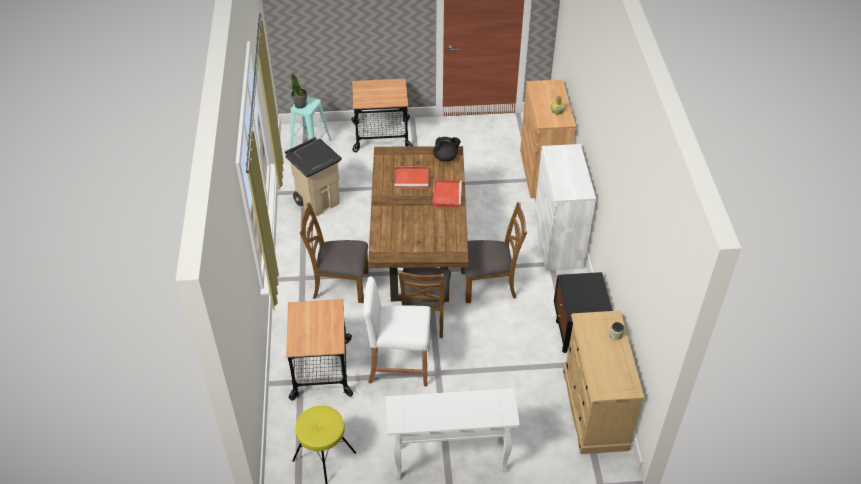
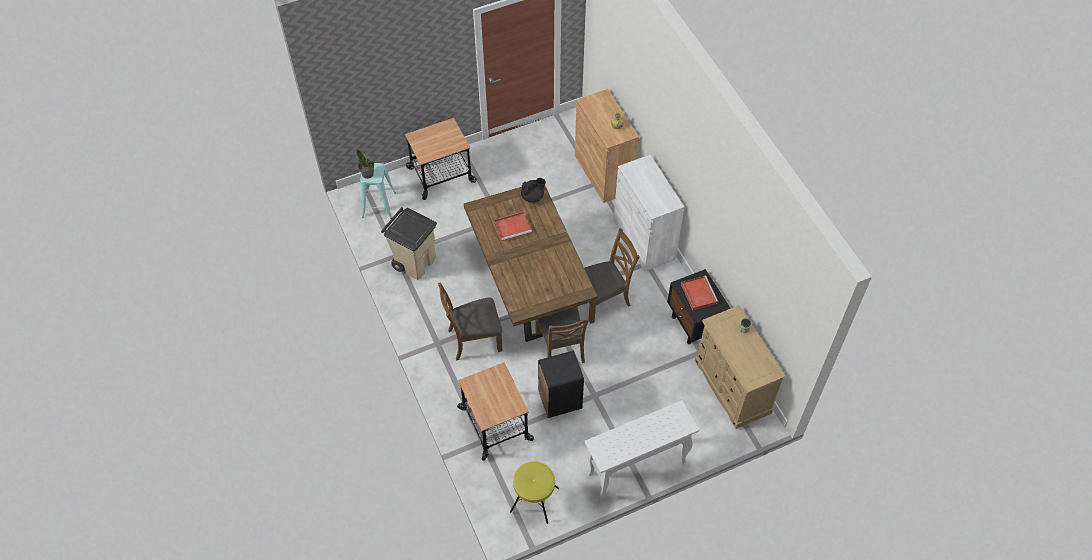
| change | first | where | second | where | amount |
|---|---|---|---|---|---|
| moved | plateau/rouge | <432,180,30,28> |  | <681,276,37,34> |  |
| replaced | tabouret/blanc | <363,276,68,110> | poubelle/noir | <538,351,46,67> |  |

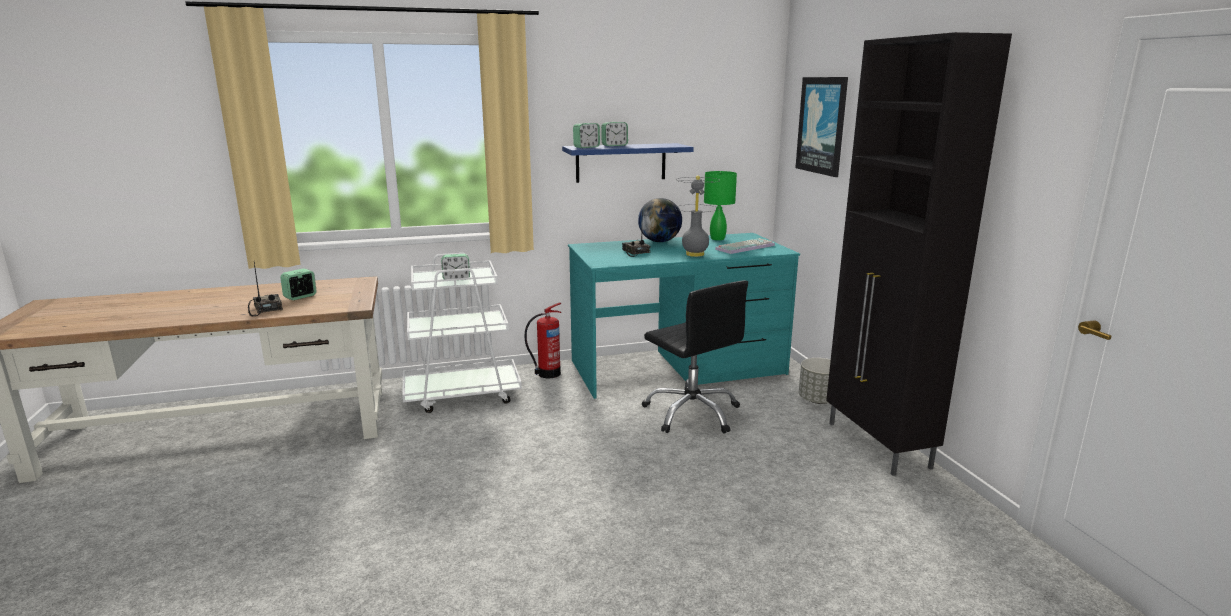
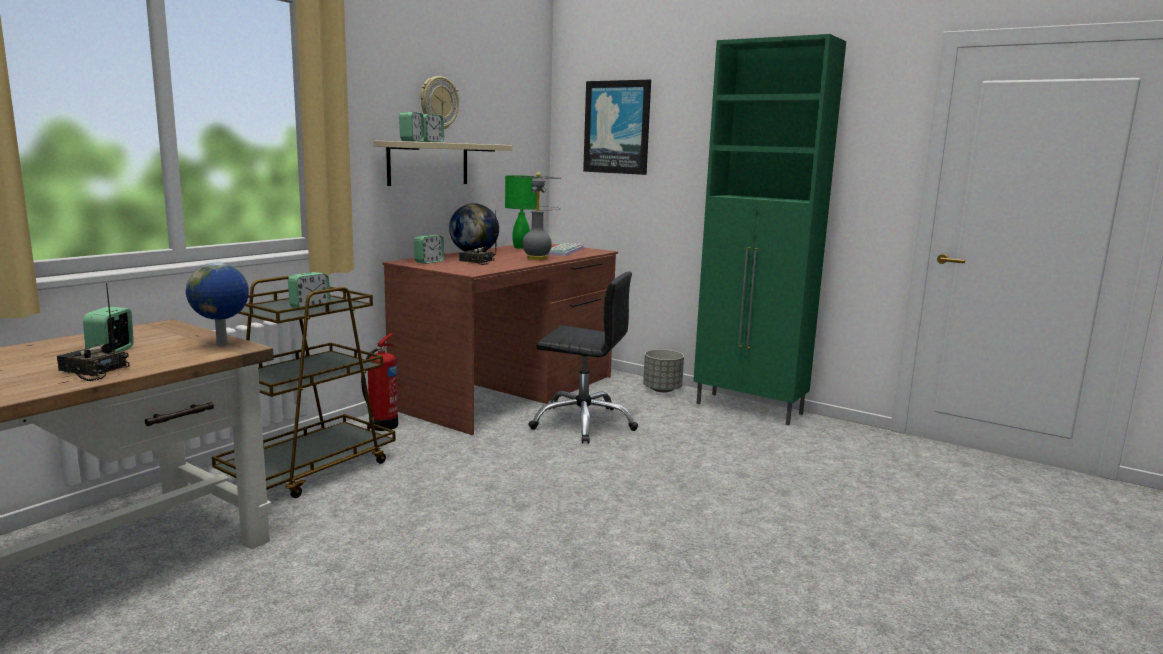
| change | first | where | second | where | amount |
|---|---|---|---|---|---|
| added |  |  | globe | <186,263,63,83> |  |
| added |  |  | réveil | <414,235,30,29> |  |
| added |  |  | horloge murale | <420,76,39,53> |  |
| recoloured | chariot/blanc | <402,253,120,160> | chariot/marron | <212,276,184,222> |  |
| recoloured | étagère/bleu | <562,143,132,40> | étagère/beige | <373,141,139,45> |  |
| recoloured | bureau/turquoise | <568,233,232,166> | bureau/marron | <383,244,235,191> |  |
| recoloured | meuble de rangement/noir | <826,32,186,444> | meuble de rangement/vert | <693,34,153,391> |  |

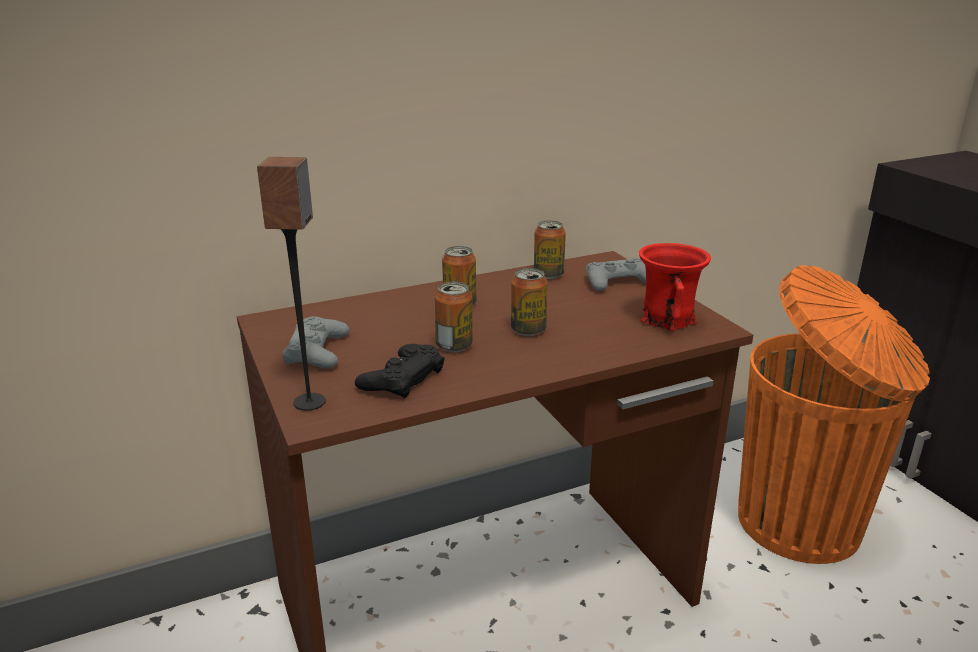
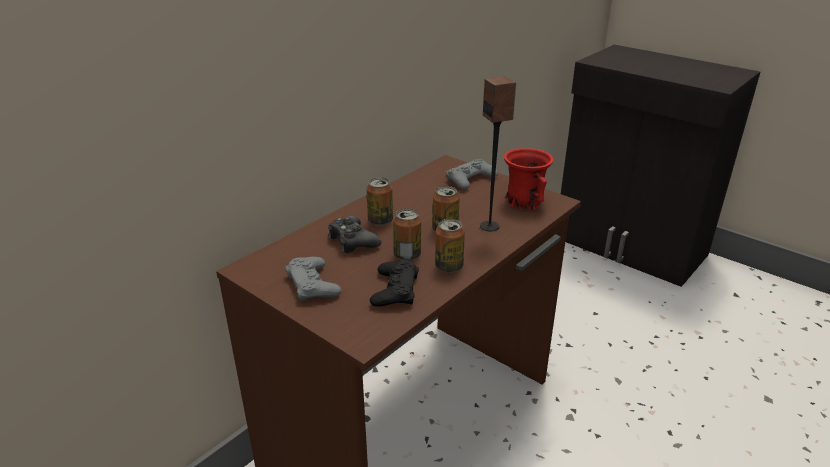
| change | first | where | second | where | amount |
|---|---|---|---|---|---|
| removed | poubelle/orange | <738,265,192,299> |  |  |  |
| added |  |  | manette/noir | <328,216,54,37> |  |
| moved | enceinte | <257,157,69,254> |  | <480,76,36,155> |  |
| moved | boîte métallique | <534,220,32,59> |  | <435,219,30,54> |  |

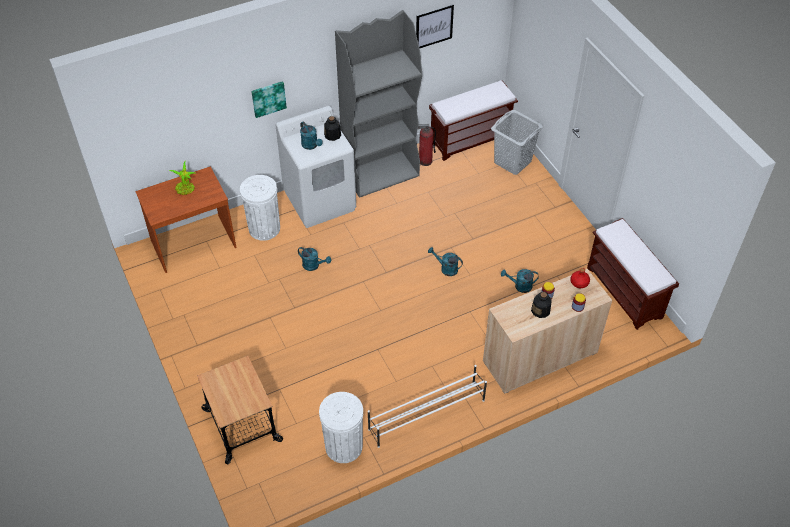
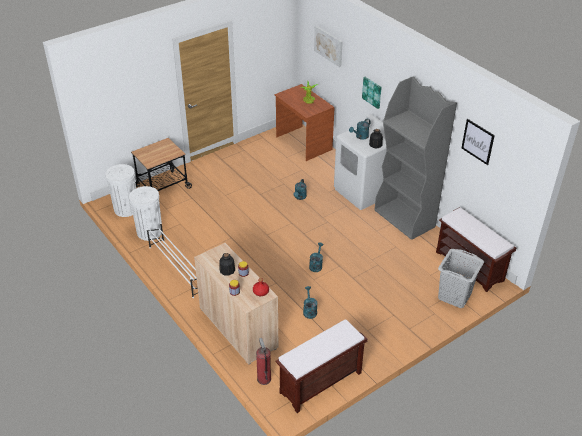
| change | first | where | second | where | amount |
|---|---|---|---|---|---|
| added |  |  | tableau | <314,25,29,42> |  |
| moved | poubelle/blanc | <240,175,40,66> |  | <105,164,31,53> |  |
| moved | extincteur | <418,124,18,42> |  | <256,338,15,47> |  |

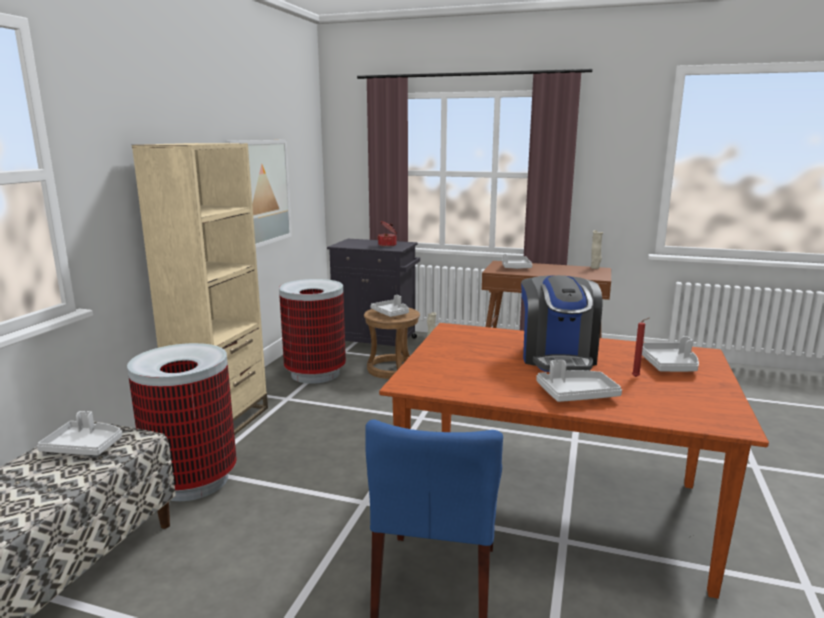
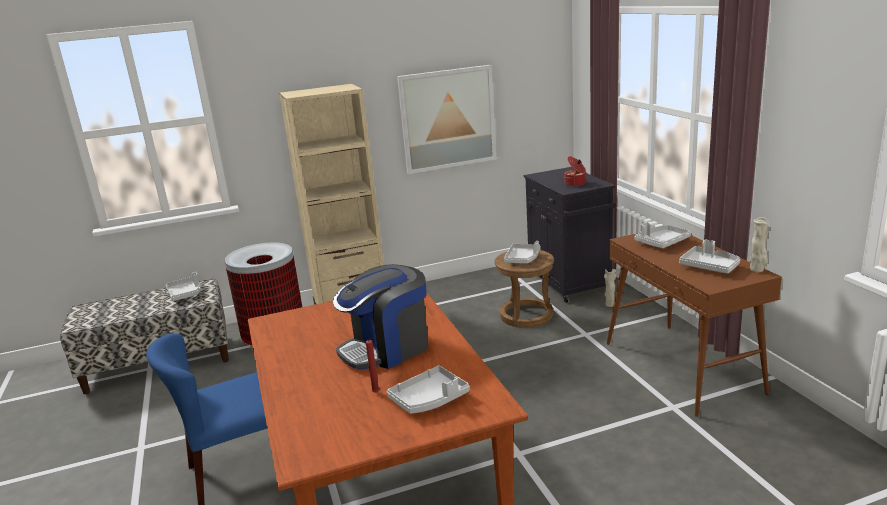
| change | first | where | second | where | amount |
|---|---|---|---|---|---|
| removed | poubelle | <279,279,67,105> |  |  |  |
| moved | plateau/gris | <536,360,86,42> |  | <679,239,61,35> |  |

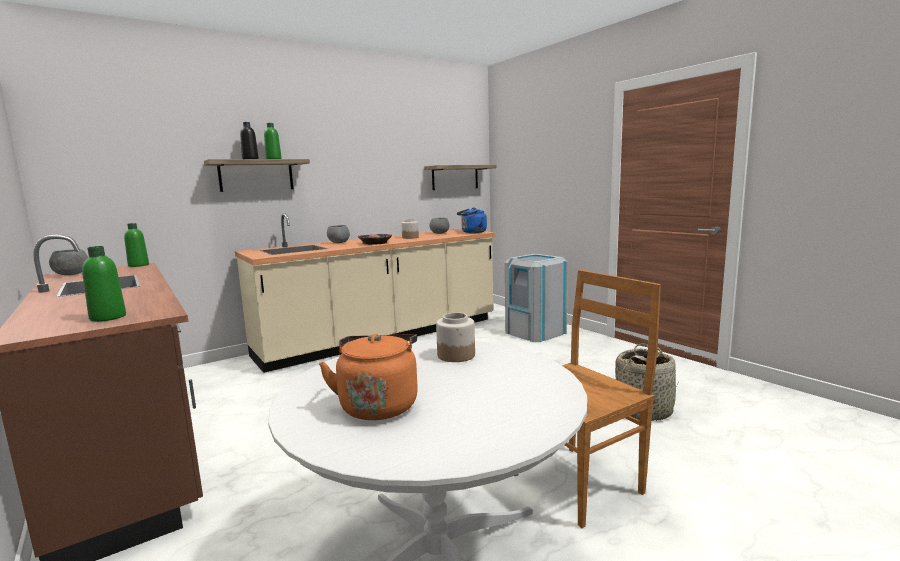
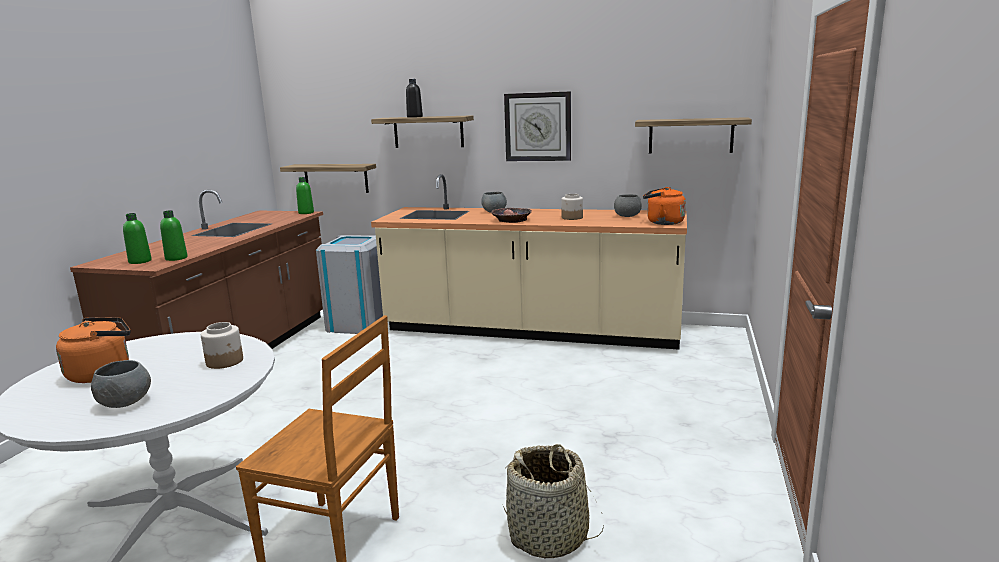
| change | first | where | second | where | amount |
|---|---|---|---|---|---|
| added |  |  | étagère | <280,164,96,29> |  |
| added |  |  | horloge murale | <504,91,67,70> |  |
| moved | bol/gris | <49,249,39,26> |  | <91,360,60,48> |  |
| moved | bouteille/vert | <264,123,18,36> |  | <160,210,28,51> |  |
| moved | poubelle/gris | <505,254,63,88> |  | <316,235,73,99> |  |
| recoloured | bouilloire/bleu | <457,208,30,25> | bouilloire/orange | <643,187,43,38> |  |

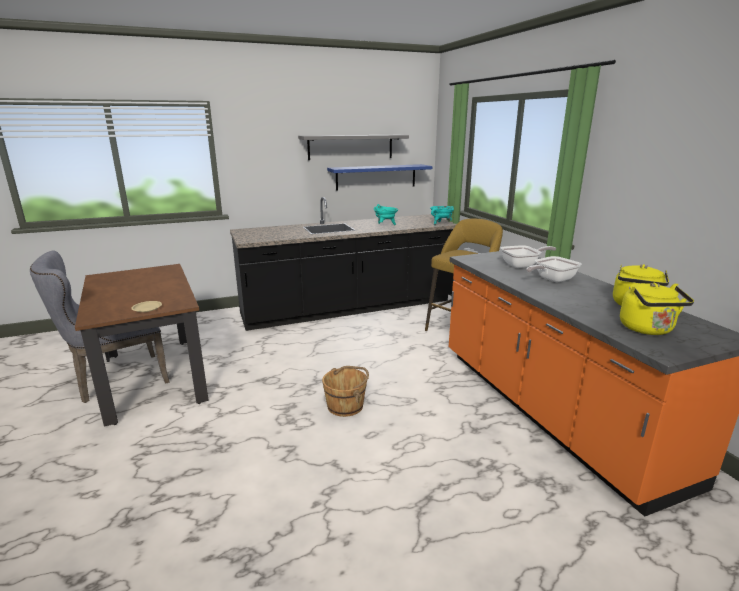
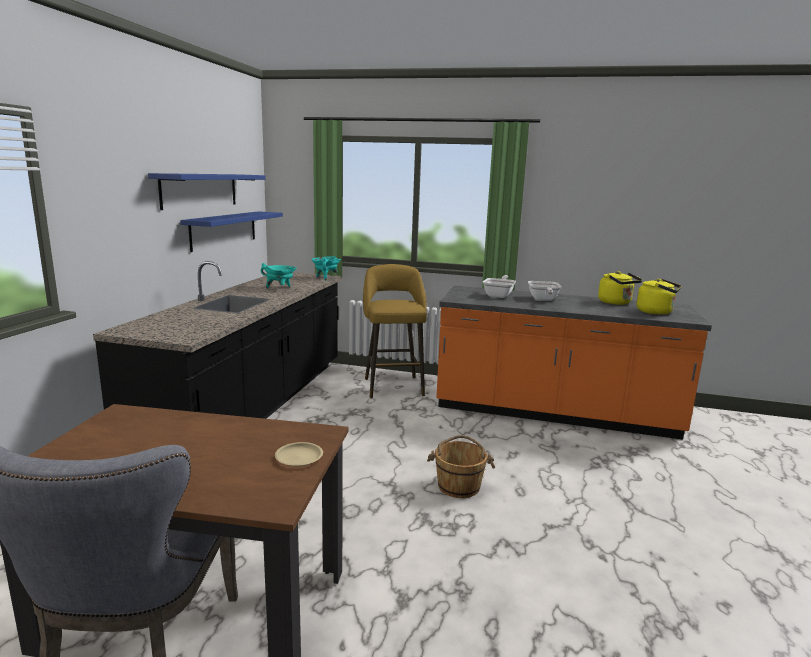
| change | first | where | second | where | amount |
|---|---|---|---|---|---|
| recoloured | étagère/gris | <298,135,111,25> | étagère/bleu | <148,173,118,37> |  |

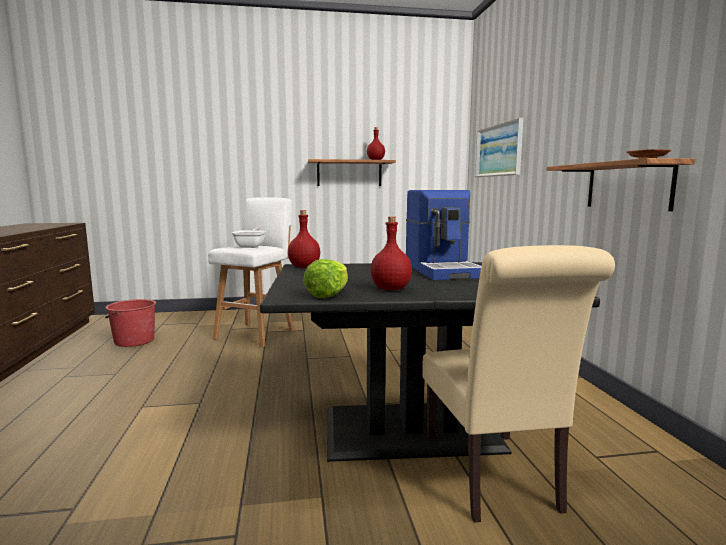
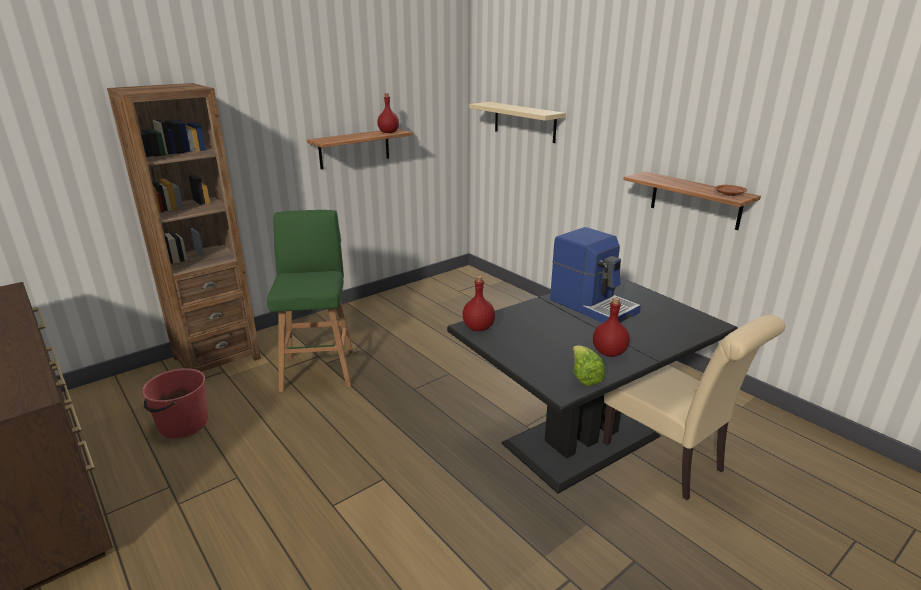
| change | first | where | second | where | amount |
|---|---|---|---|---|---|
| removed | poêle | <232,228,34,20> |  |  |  |
| added |  |  | bibliothèque/marron | <107,83,154,289> |  |
| replaced | tableau | <475,118,49,59> | étagère/beige | <469,102,97,41> |  |
| recoloured | tabouret/blanc | <208,197,86,150> | tabouret/vert | <267,210,87,182> |  |

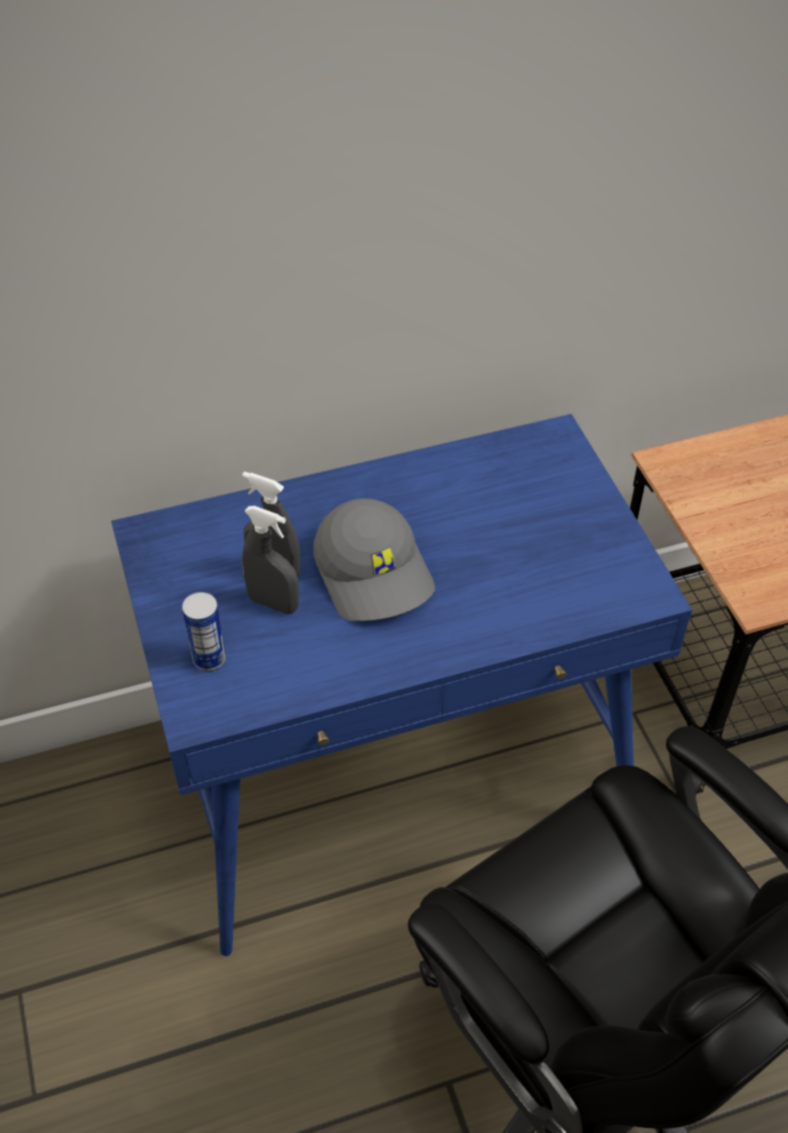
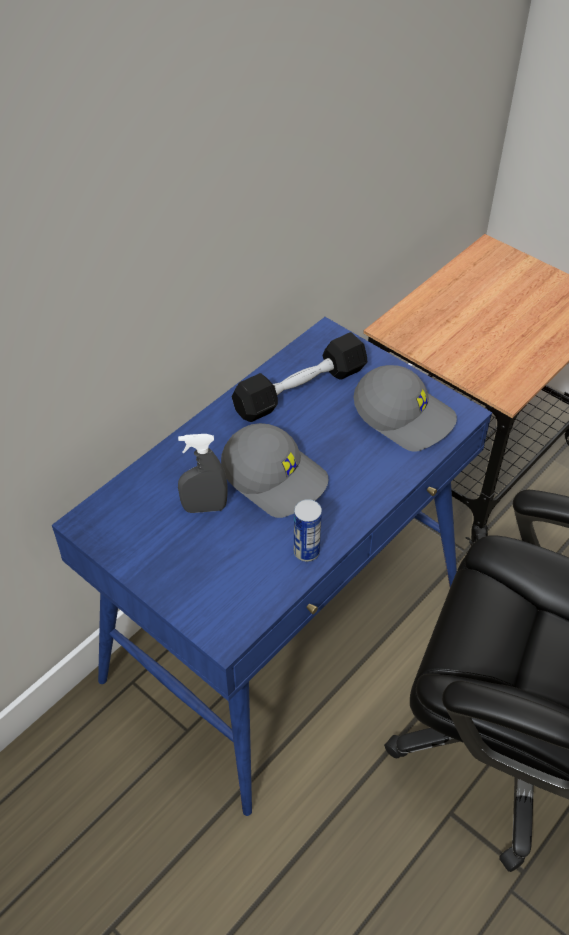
| change | first | where | second | where | amount |
|---|---|---|---|---|---|
| removed | vaporisateur/gris | <242,506,57,108> |  |  |  |
| added |  |  | haltère/noir | <232,332,135,90> |  |
| added |  |  | casquette/gris | <354,365,103,87> |  |
| moved | boîte métallique | <182,592,44,80> |  | <294,499,28,63> |  |

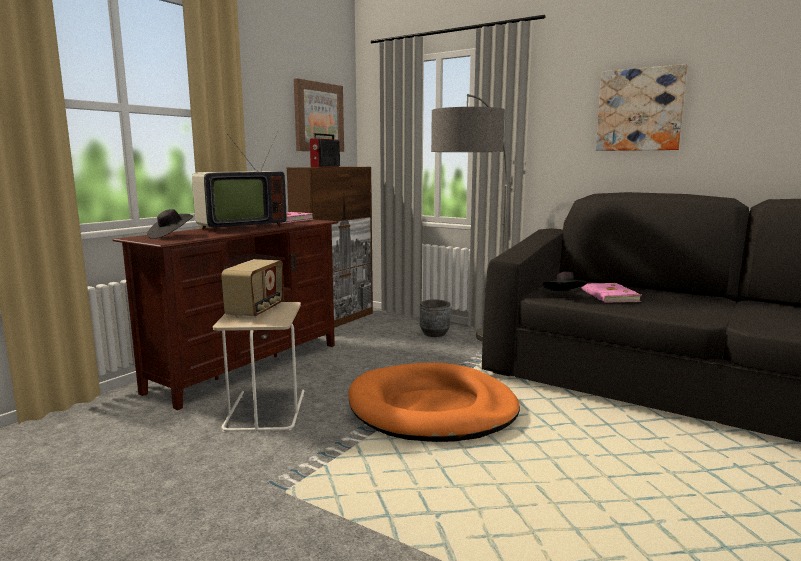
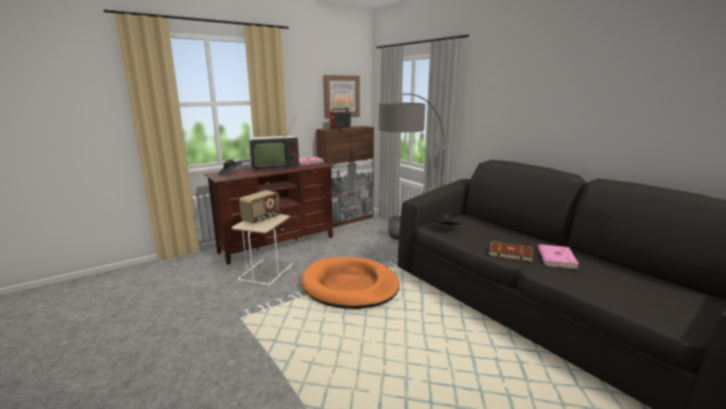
| change | first | where | second | where | amount |
|---|---|---|---|---|---|
| removed | tableau | <596,64,92,87> |  |  |  |
| added |  |  | livre/marron | <488,241,45,21> |  |
| moved | livre/rose | <582,283,59,20> |  | <538,244,41,25> |  |

